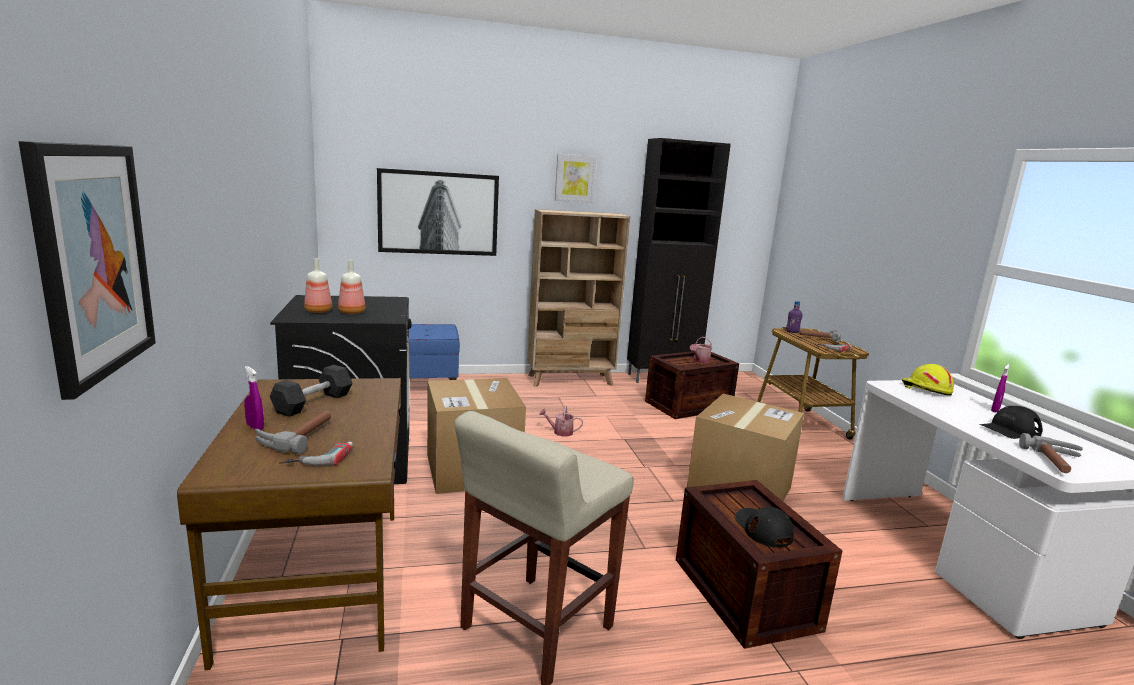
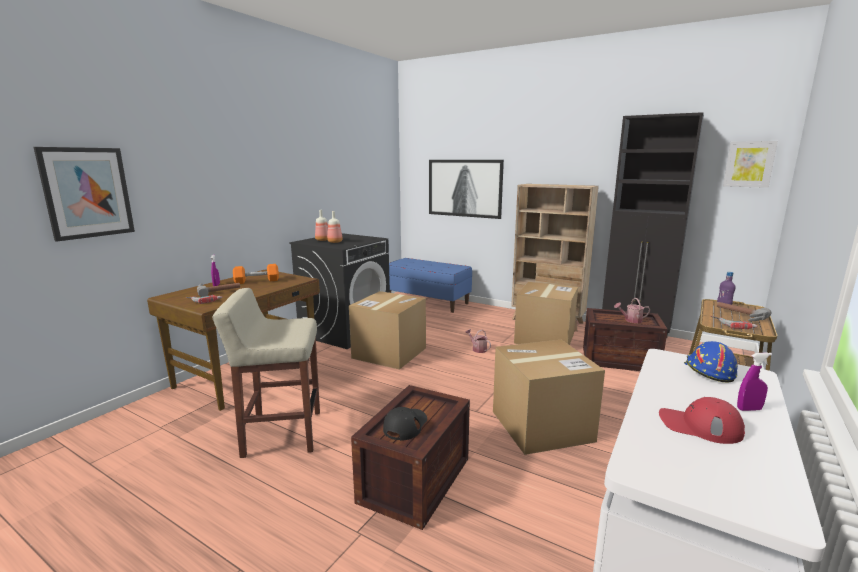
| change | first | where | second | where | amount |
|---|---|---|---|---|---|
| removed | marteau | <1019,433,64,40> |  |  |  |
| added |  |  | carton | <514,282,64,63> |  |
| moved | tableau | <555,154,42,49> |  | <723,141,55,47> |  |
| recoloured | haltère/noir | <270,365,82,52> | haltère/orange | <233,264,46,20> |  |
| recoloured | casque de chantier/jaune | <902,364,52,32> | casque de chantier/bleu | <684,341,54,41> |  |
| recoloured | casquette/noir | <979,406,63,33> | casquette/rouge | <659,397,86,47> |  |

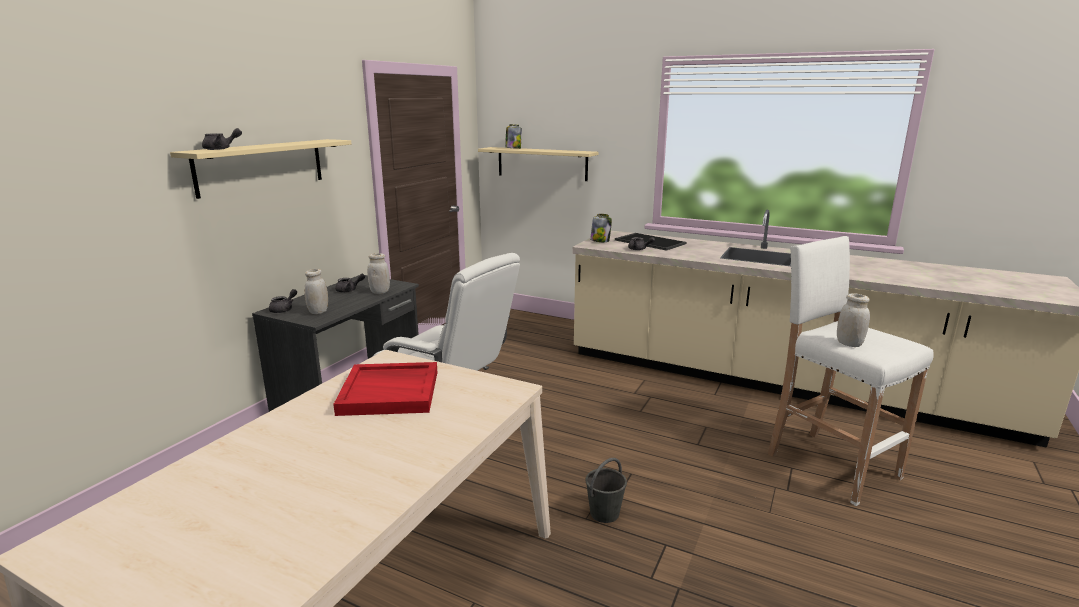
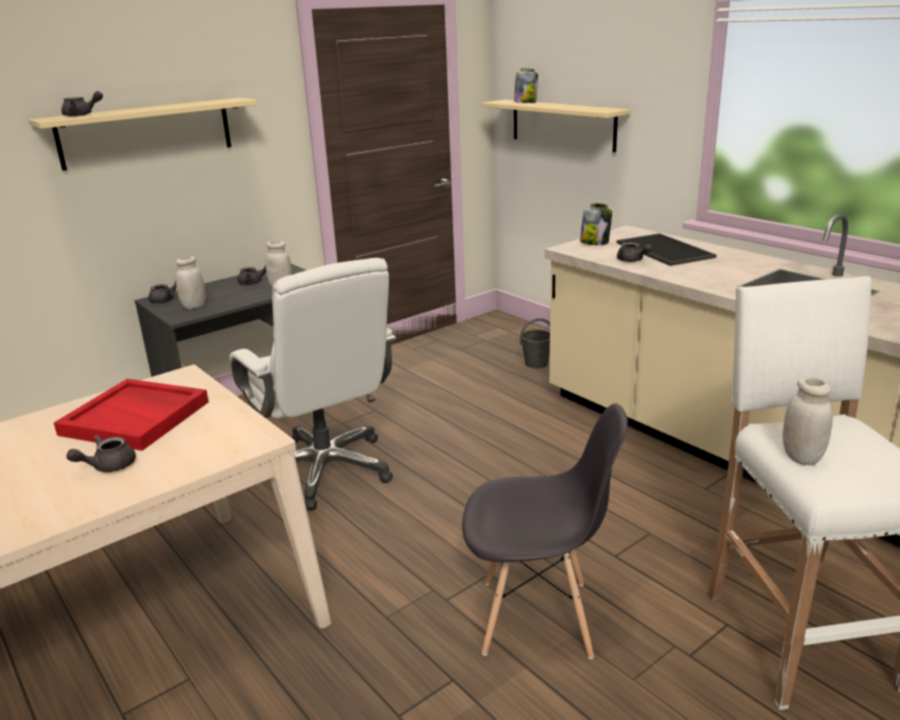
| change | first | where | second | where | amount |
|---|---|---|---|---|---|
| added |  |  | théière/gris | <66,435,70,37> |  |
| added |  |  | chaise/gris | <462,403,166,256> |  |
| moved | seau/gris | <585,458,42,65> |  | <520,318,30,50> |  |

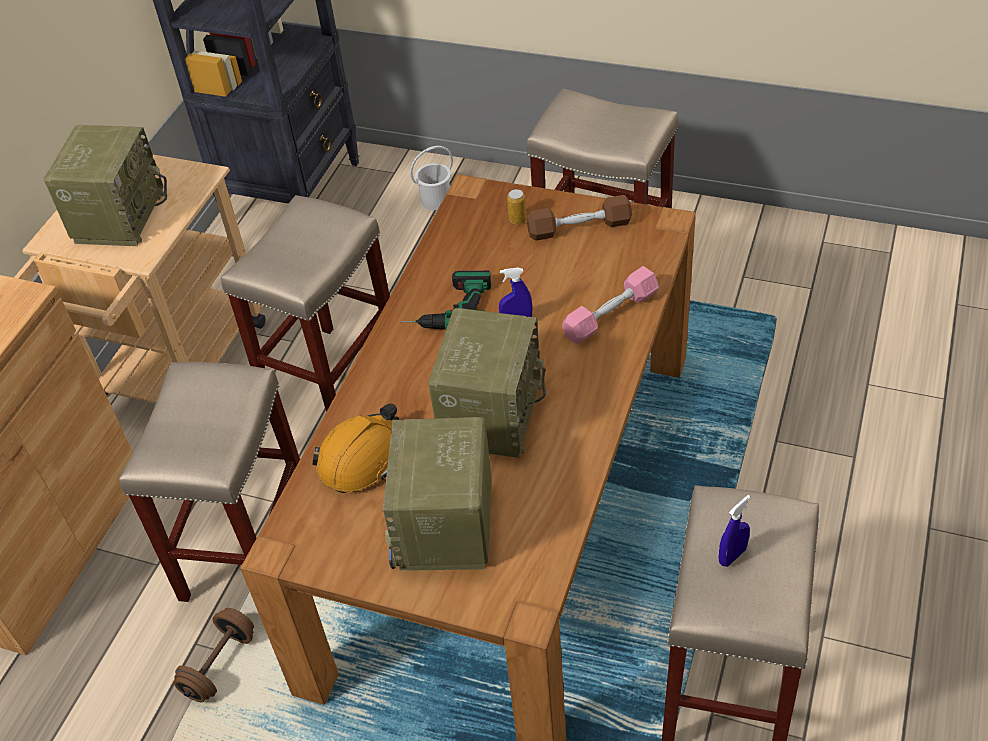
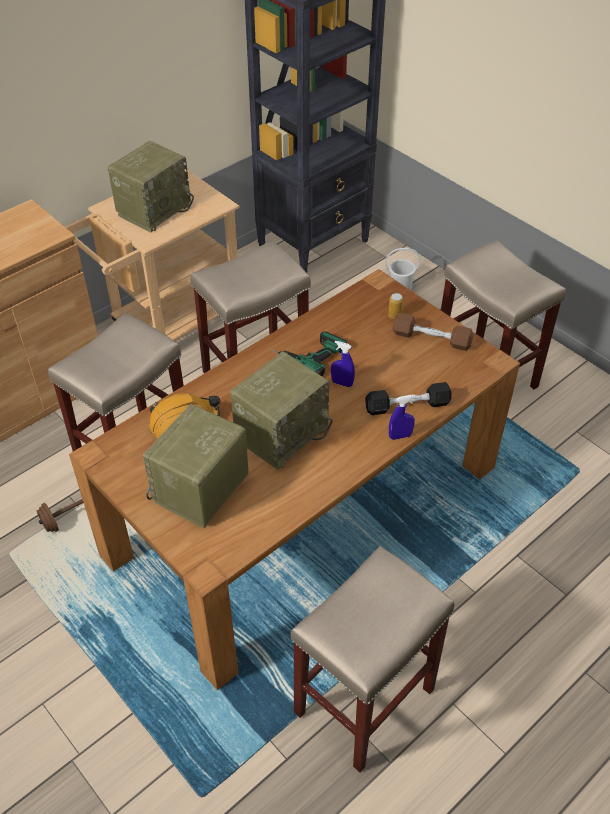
| change | first | where | second | where | amount |
|---|---|---|---|---|---|
| moved | vaporisateur/bleu | <719,495,32,72> |  | <389,394,26,46> |  |
| recoloured | haltère/rose | <562,266,97,78> | haltère/noir | <365,382,87,33> |  |

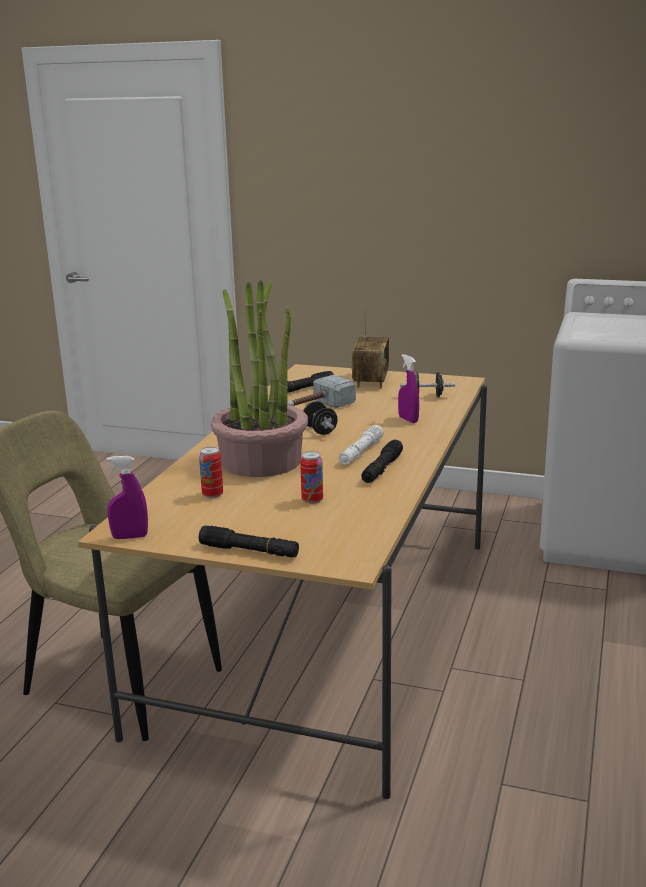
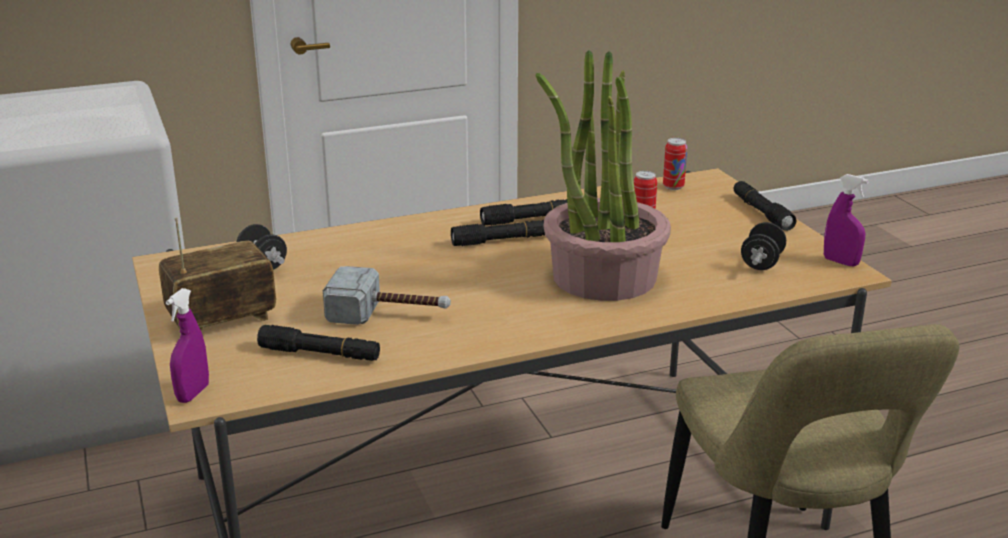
| change | first | where | second | where | amount |
|---|---|---|---|---|---|
| moved | boîte métallique | <199,447,24,51> |  | <663,138,24,52> |  |
| moved | haltère/noir | <303,401,35,34> |  | <741,222,45,48> |  |
| moved | vaporisateur/violet | <398,354,21,69> |  | <166,288,43,115> |  |
| recoloured | lampe de poche/blanc | <339,425,45,40> | lampe de poche/noir | <451,220,94,26> |  |

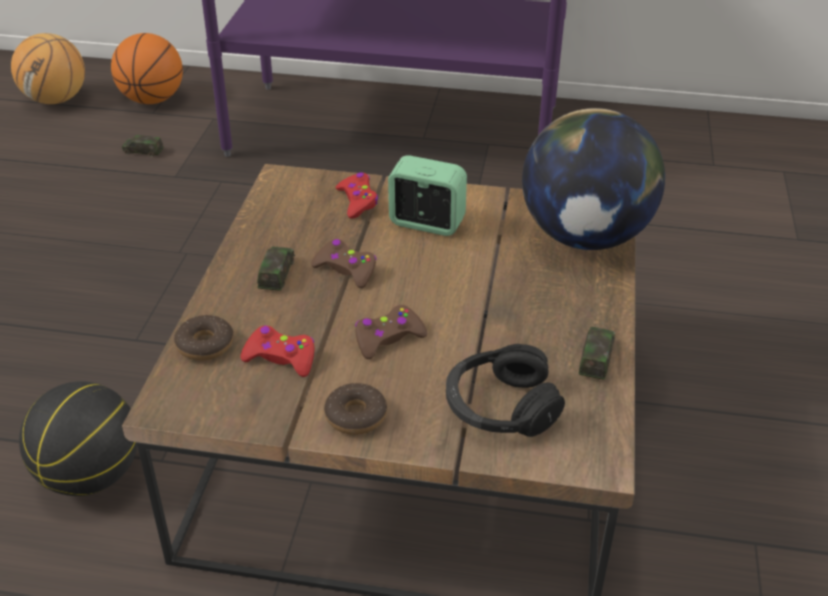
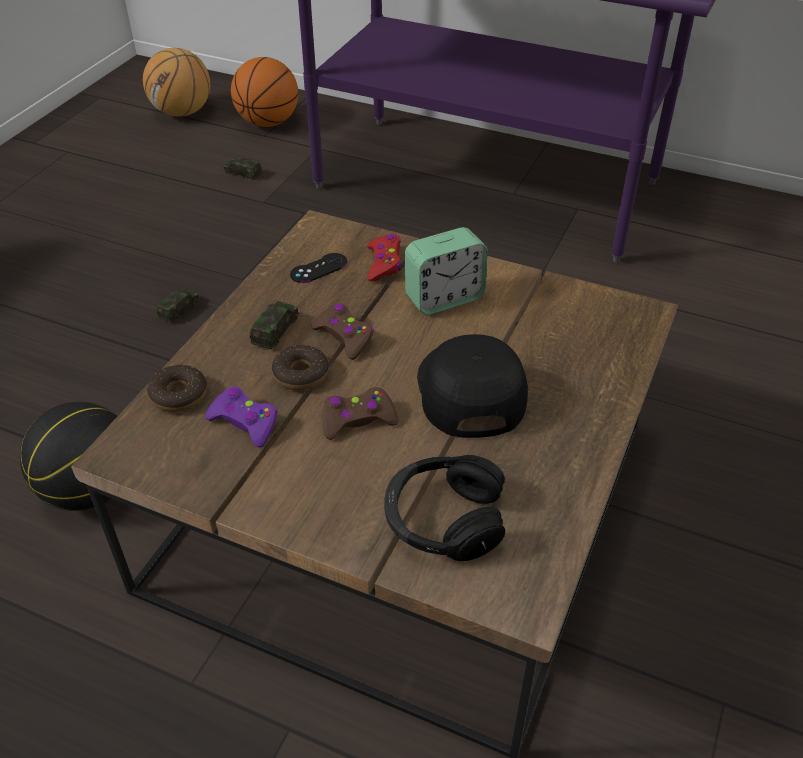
| change | first | where | second | where | amount |
|---|---|---|---|---|---|
| removed | globe | <522,108,143,142> |  |  |  |
| added |  |  | manette/noir | <290,253,57,30> |  |
| added |  |  | casquette/noir | <417,334,111,104> |  |
| moved | beignet | <324,383,63,52> |  | <272,345,57,46> |  |
| moved | petite voiture | <579,327,36,53> |  | <157,288,42,34> |  |
| recoloured | manette/rouge | <240,325,75,52> | manette/violet | <205,386,73,62> |  |
| turned | réveil | <388,155,79,81> |  | <405,227,83,88> | 120 degrees clockwise |

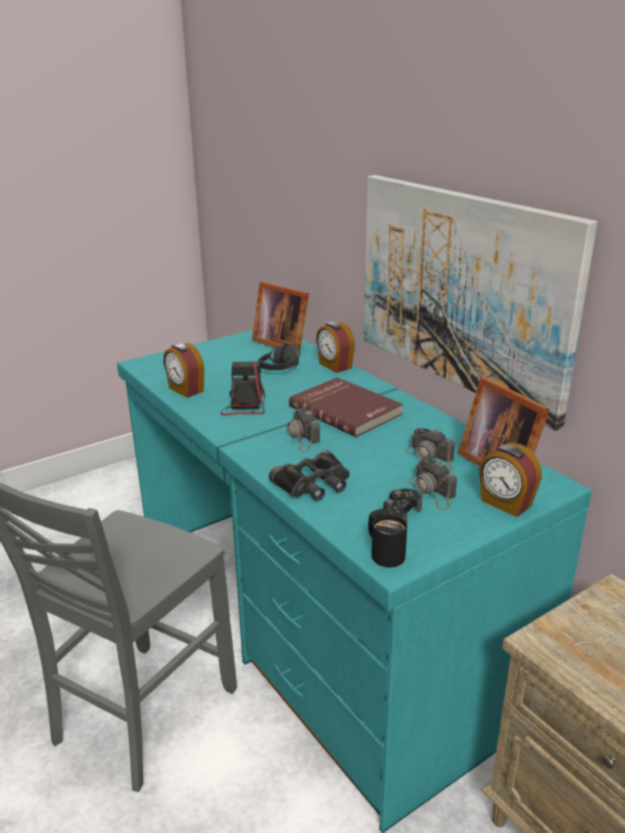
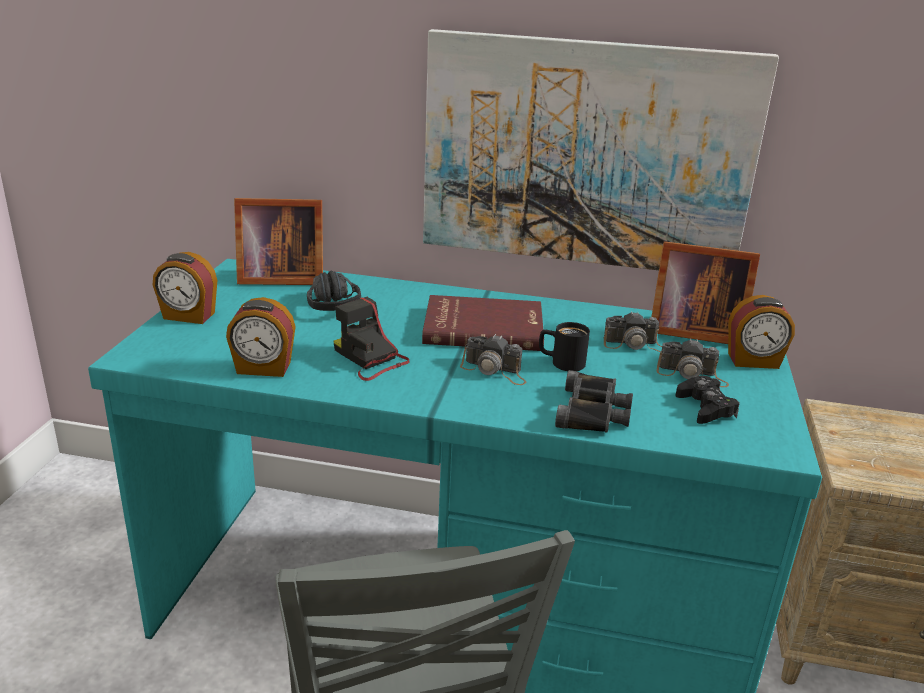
| change | first | where | second | where | amount |
|---|---|---|---|---|---|
| moved | réveil | <316,322,39,51> |  | <153,252,65,72> |  |
| moved | mug/noir | <368,514,39,53> |  | <539,322,51,49> |  |

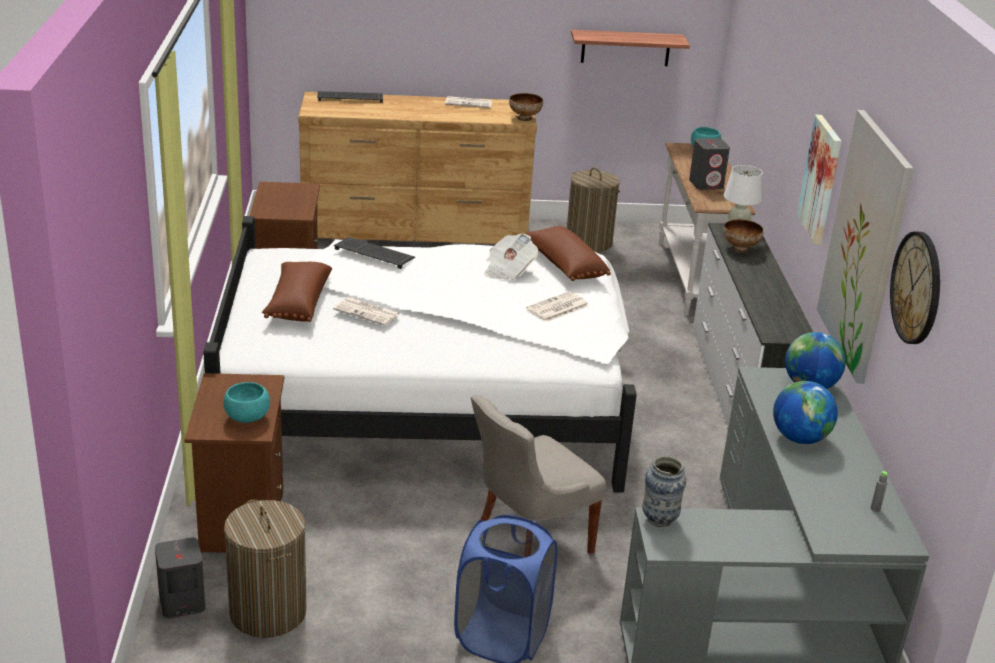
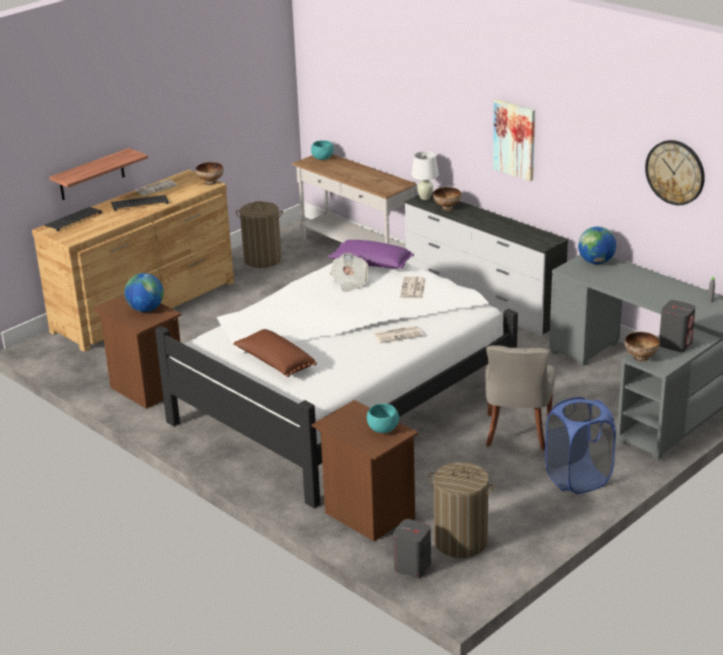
| change | first | where | second | where | amount |
|---|---|---|---|---|---|
| removed | tableau | <817,110,96,274> |  |  |  |
| moved | journal | <333,297,67,29> |  | <374,326,49,17> |  |
| moved | clavier | <334,237,81,32> |  | <111,195,58,16> |  |
| moved | étagère | <571,30,119,36> |  | <49,148,99,52> |  |
| moved | enceinte/gris | <689,138,41,52> |  | <659,300,37,52> |  |
| moved | globe | <773,381,65,63> |  | <124,273,40,39> |  |
| replaced | vase | <642,456,44,71> | bol | <625,332,35,30> |  |
| recoloured | coussin/marron | <524,226,87,55> | coussin/violet | <328,240,86,29> |  |

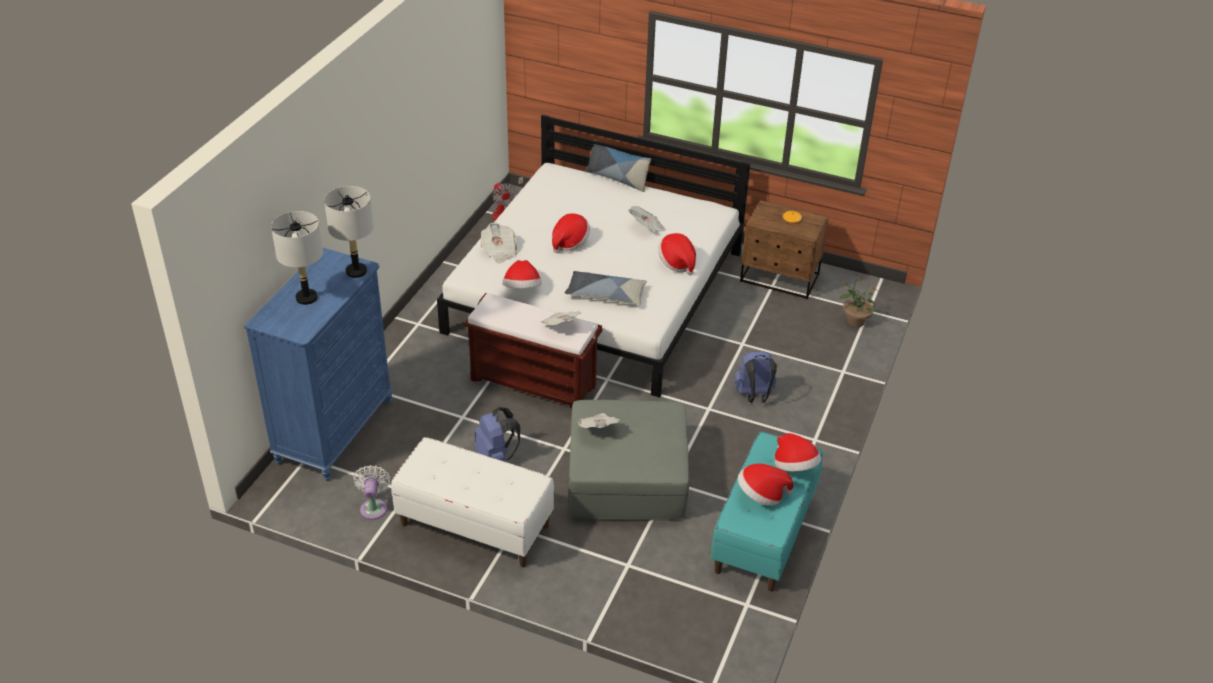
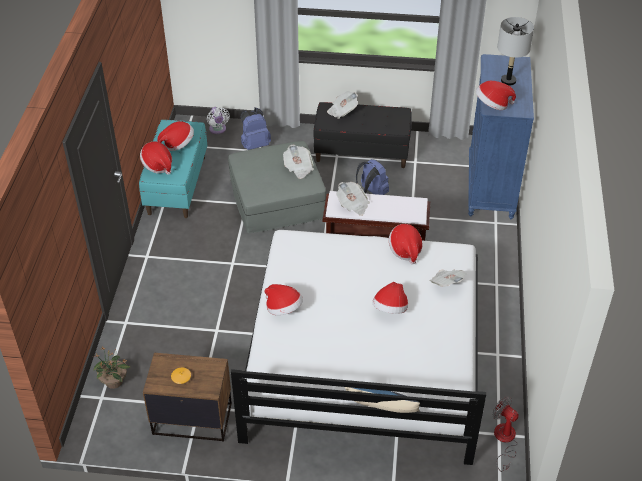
| change | first | where | second | where | amount |
|---|---|---|---|---|---|
| removed | coussin | <564,271,83,34> |  |  |  |
| moved | ventilateur/blanc | <353,465,37,55> |  | <207,107,23,27> |  |
| moved | journal | <628,206,38,25> |  | <327,91,31,28> |  |
| moved | sac à dos/bleu | <734,351,43,52> |  | <240,108,31,42> |  |
| replaced | lampe de table/gris | <324,186,50,92> | chapeau | <476,81,40,29> |  |
| recoloured | banc/blanc | <391,437,163,130> | banc/noir | <313,102,99,66> |  |

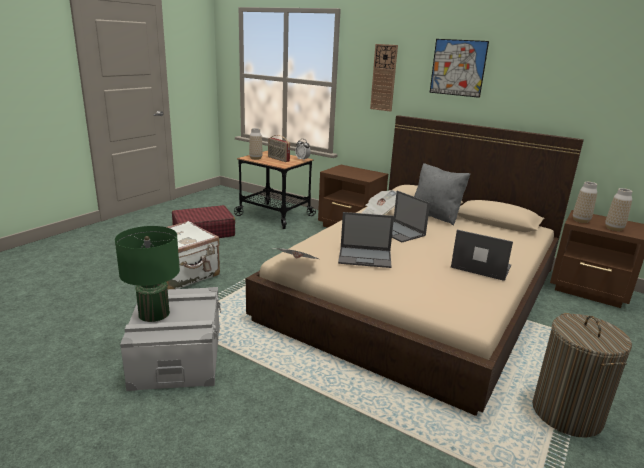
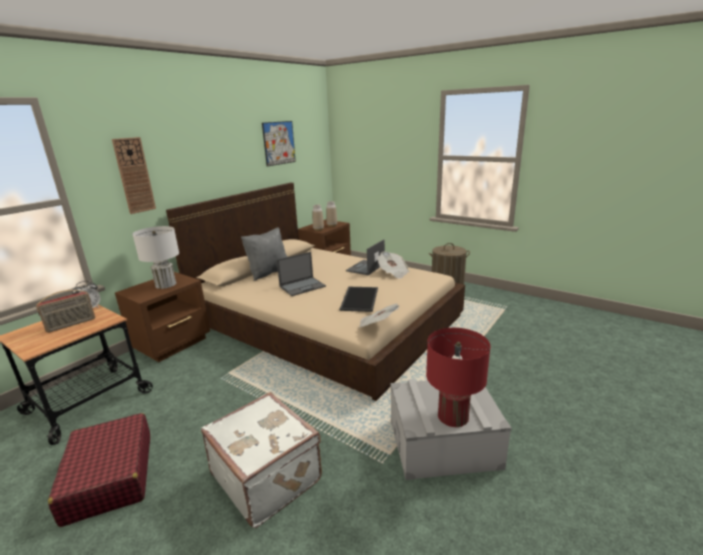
| change | first | where | second | where | amount |
|---|---|---|---|---|---|
| removed | vase | <249,128,14,32> |  |  |  |
| added |  |  | lampe de table/blanc | <132,226,47,63> |  |
| moved | journal | <362,190,35,25> |  | <377,251,33,28> |  |
| moved | tableau | <430,39,59,59> |  | <262,121,34,46> |  |
| replaced | ordinateur portable | <338,212,56,56> | plateau | <340,287,38,25> |  |
| recoloured | lampe de table/vert | <115,226,65,96> | lampe de table/rouge | <426,328,65,99> |  |

